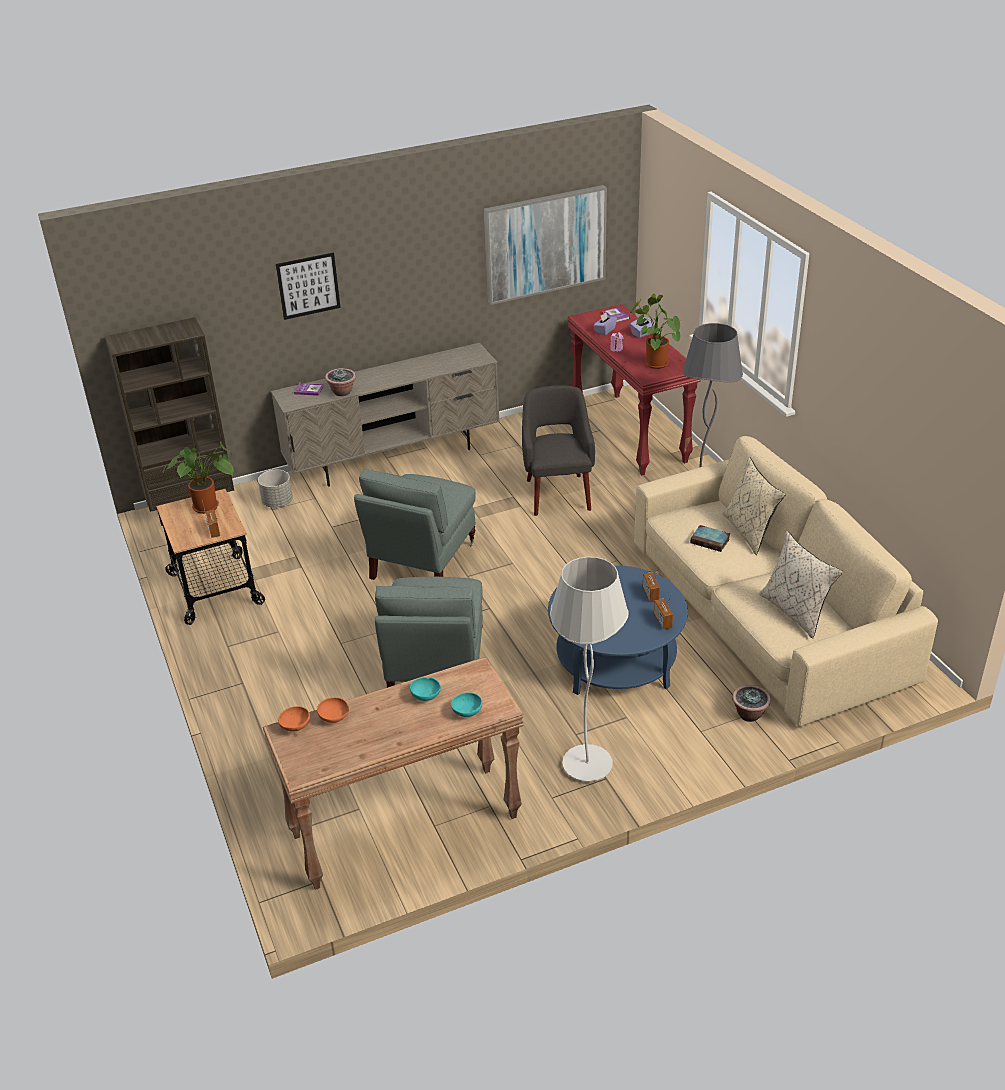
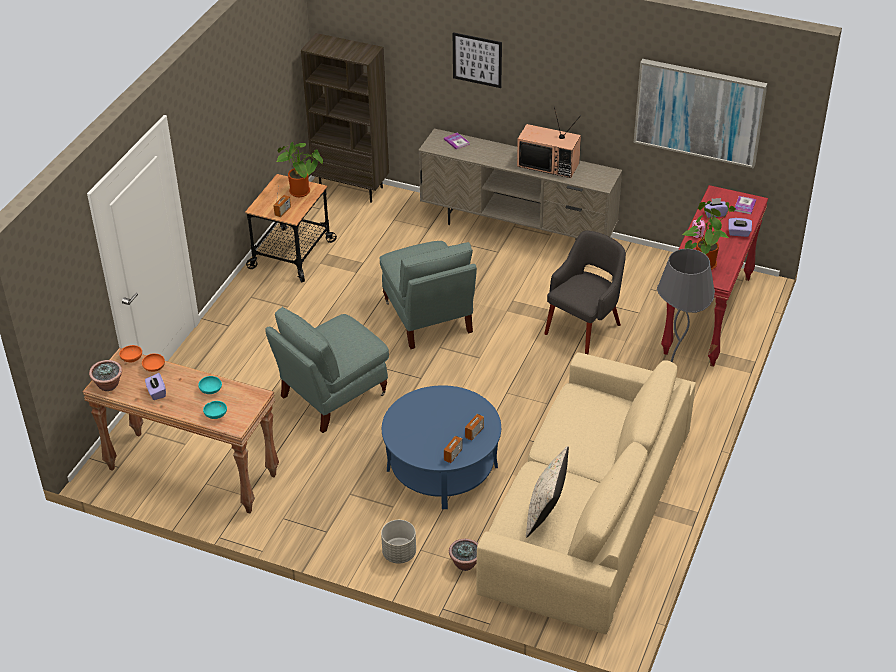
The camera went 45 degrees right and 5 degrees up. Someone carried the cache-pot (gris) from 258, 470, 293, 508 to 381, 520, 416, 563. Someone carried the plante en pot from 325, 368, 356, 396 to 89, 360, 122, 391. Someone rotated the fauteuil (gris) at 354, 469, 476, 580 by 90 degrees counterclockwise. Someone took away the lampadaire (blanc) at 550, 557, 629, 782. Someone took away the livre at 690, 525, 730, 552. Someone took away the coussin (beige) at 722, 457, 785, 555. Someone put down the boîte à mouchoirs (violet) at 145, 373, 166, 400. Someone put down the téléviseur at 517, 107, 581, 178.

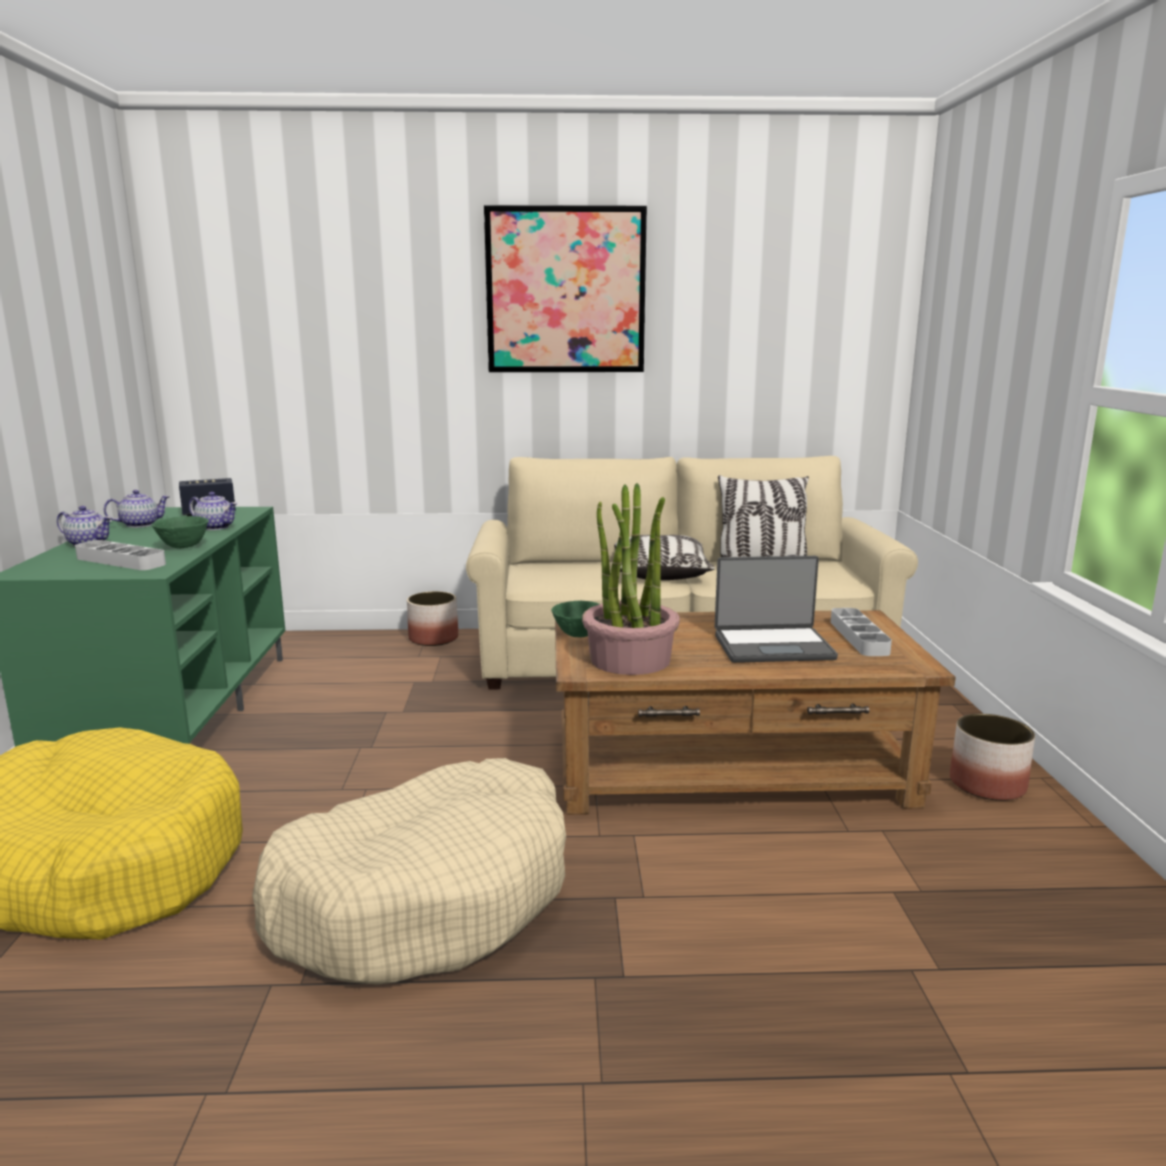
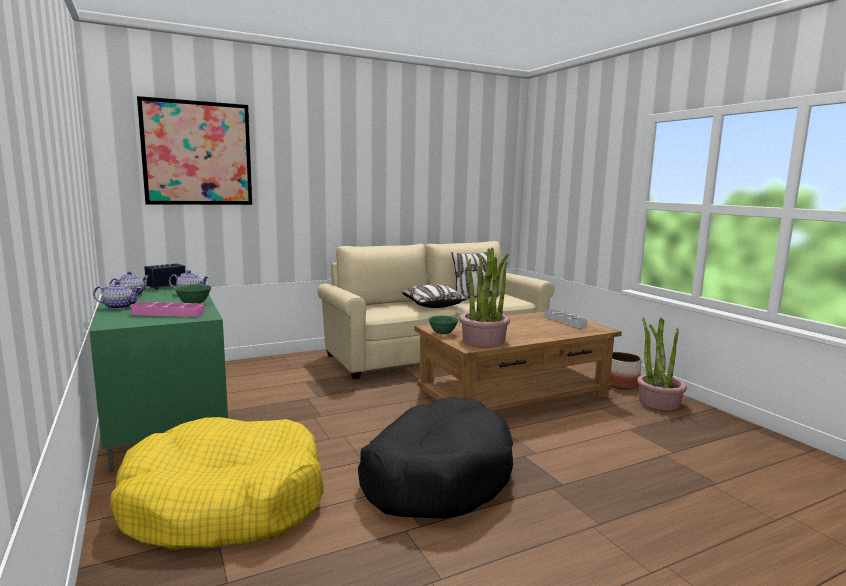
The camera went 25 degrees left and 5 degrees down. Someone repainted the plateau (gris) at 75, 540, 166, 570, which became the plateau (rose) at 131, 302, 205, 317. Someone repainted the panier pour chien (beige) at 252, 758, 566, 985, which became the panier pour chien (noir) at 358, 398, 513, 518. Someone took away the cache-pot at 407, 591, 458, 646. Someone carried the tableau from 484, 205, 647, 372 to 137, 96, 252, 205. Someone took away the ordinateur portable at 715, 556, 838, 663. Someone put down the plante en pot at 637, 317, 687, 410.

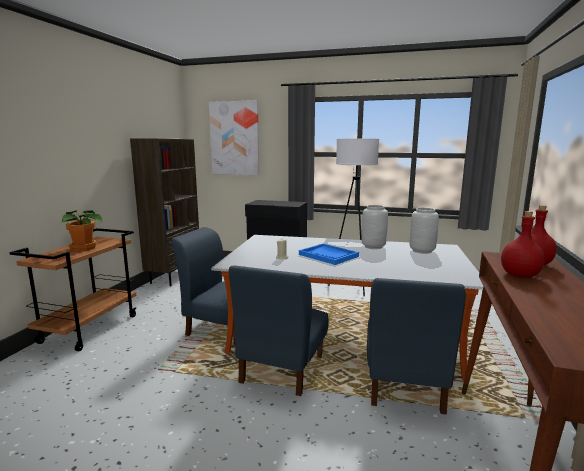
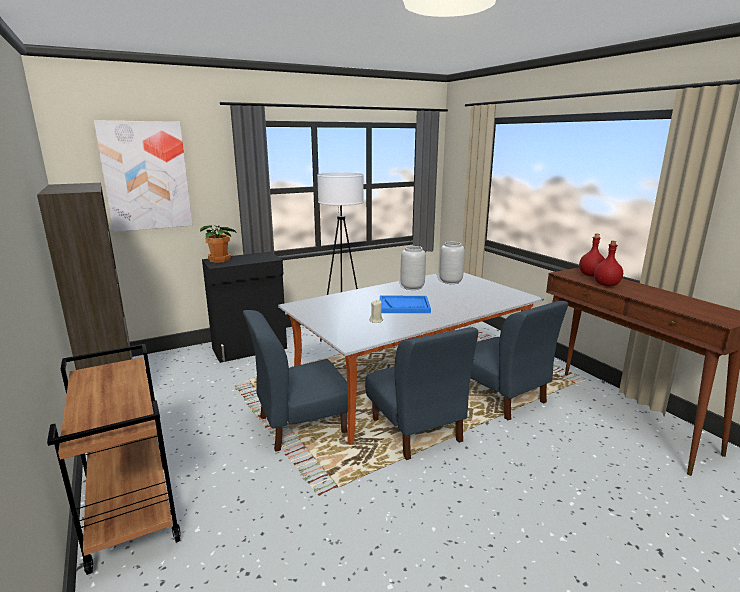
The camera went 45 degrees left and 5 degrees up. Someone carried the plante en pot from 61, 210, 103, 251 to 200, 224, 236, 263.

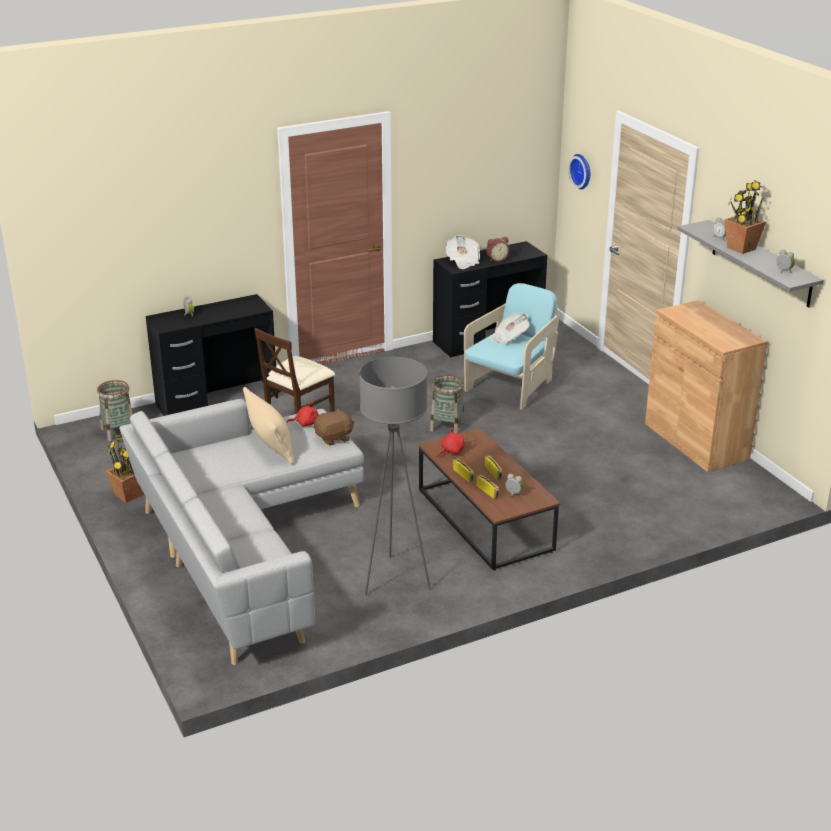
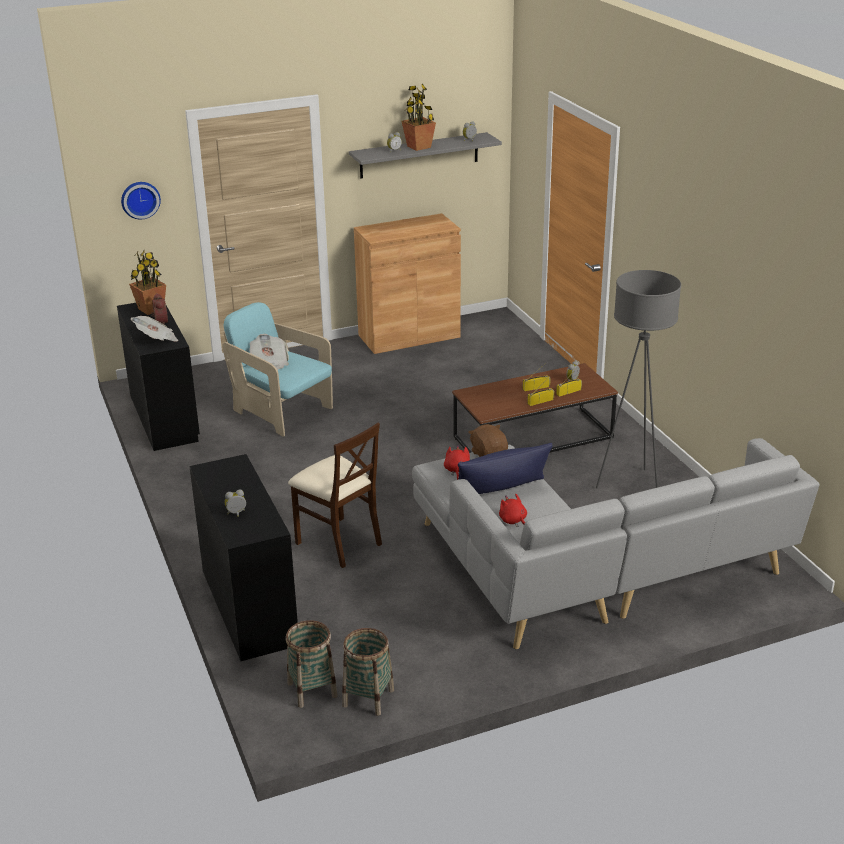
The camera went 85 degrees left and 0 degrees up. Someone carried the plante en pot from 106, 434, 143, 503 to 129, 250, 166, 315. Someone repainted the coussin (beige) at 243, 387, 293, 464, which became the coussin (bleu) at 458, 443, 553, 494. Someone carried the panier from 430, 375, 464, 433 to 342, 628, 394, 716. Someone carried the peluche (rouge) from 437, 429, 465, 457 to 499, 494, 527, 527.

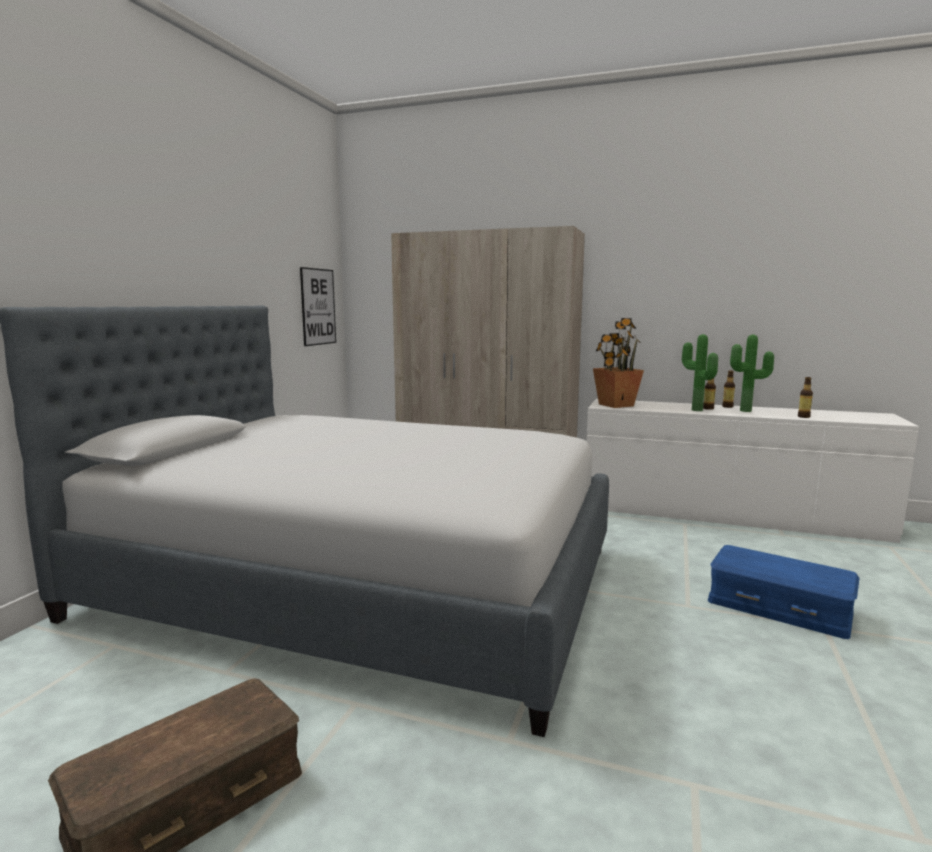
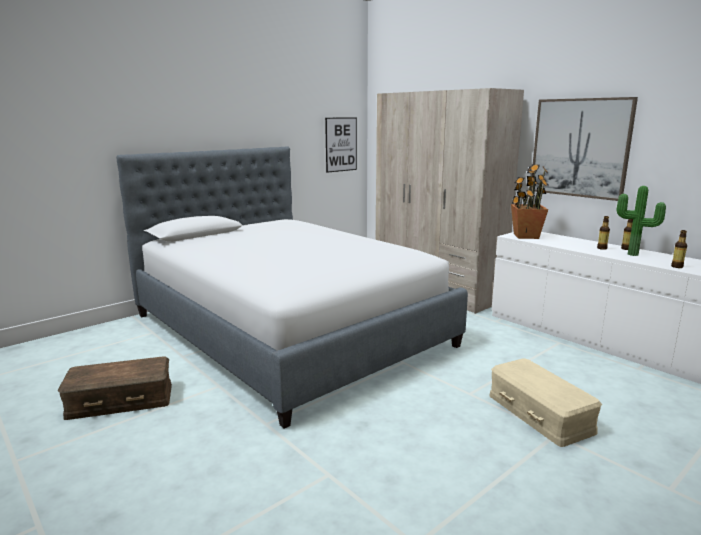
The camera went 30 degrees right and 5 degrees up. Someone took away the plante en pot at 682, 334, 718, 411. Someone repainted the boîte de rangement (bleu) at 708, 545, 859, 639, which became the boîte de rangement (beige) at 489, 358, 602, 447. Someone put up the tableau at 531, 97, 638, 201.

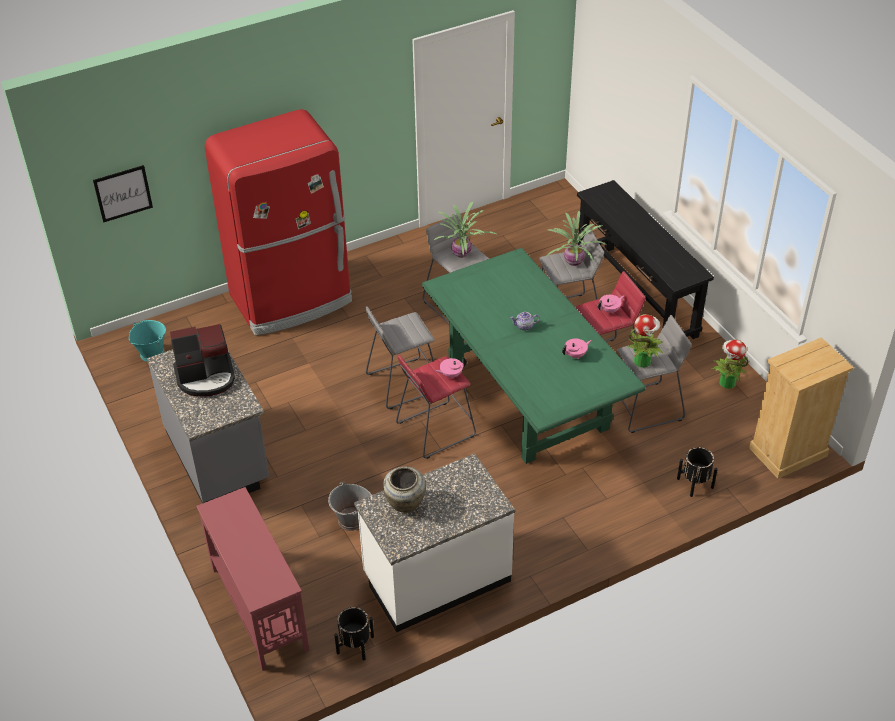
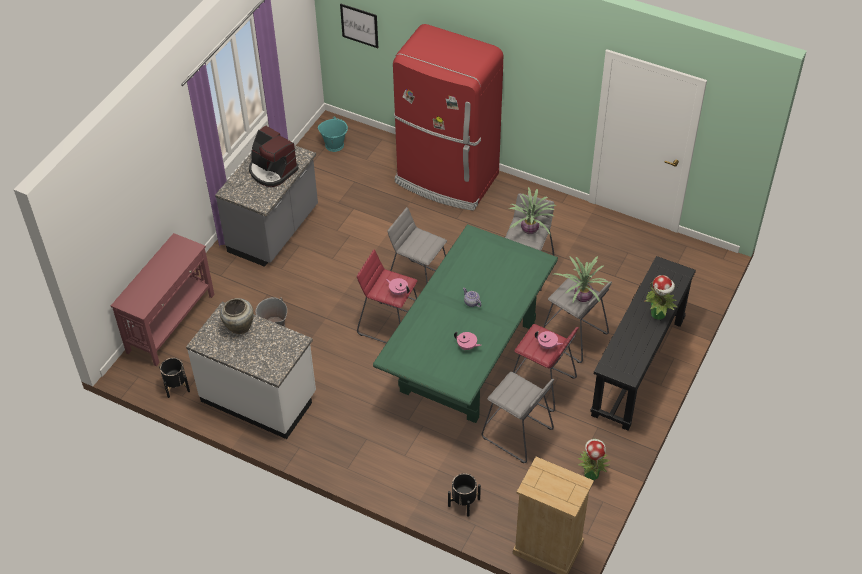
The camera went 55 degrees right and 5 degrees up. Someone carried the plante en pot from 627, 314, 663, 368 to 645, 275, 678, 320.

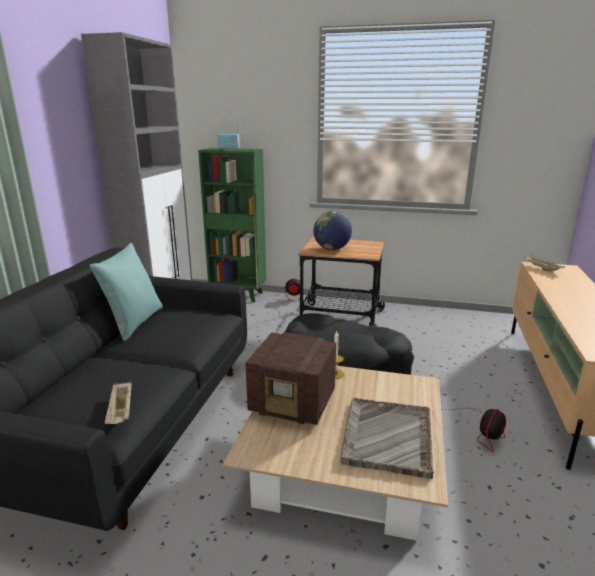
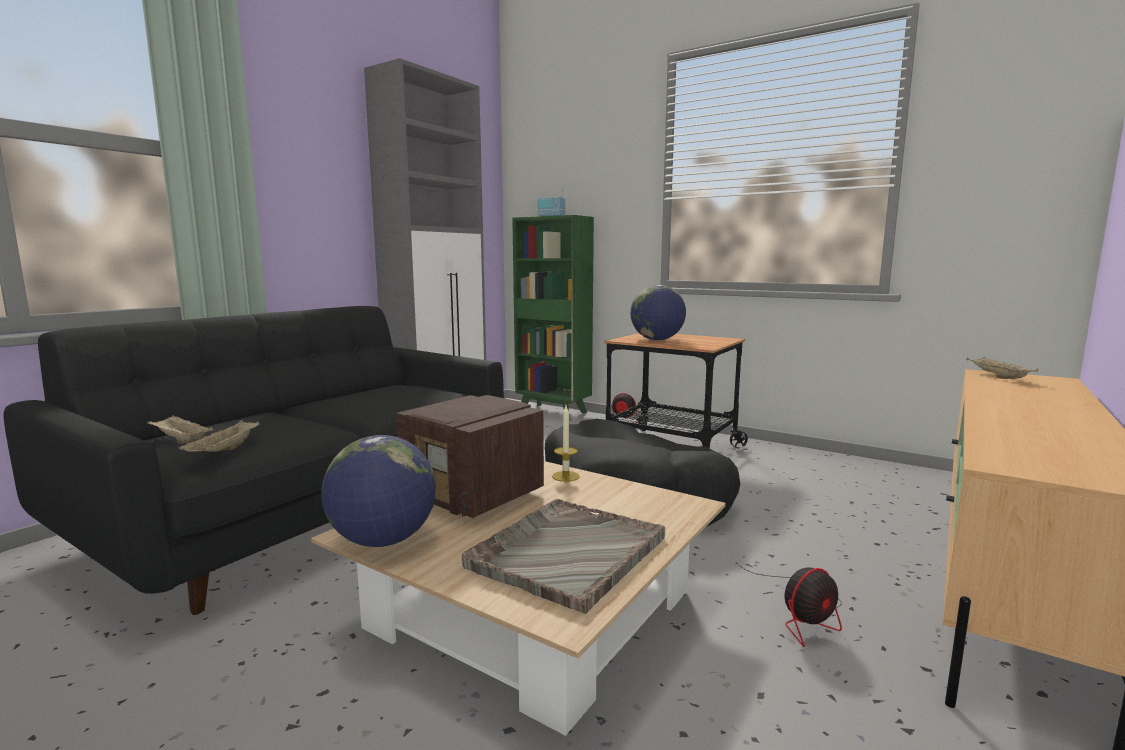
The camera went 20 degrees right and 10 degrees down. Someone took away the coussin (turquoise) at 90, 243, 163, 341. Someone put down the plateau (beige) at 147, 415, 213, 444. Someone put down the globe at 321, 435, 436, 547.

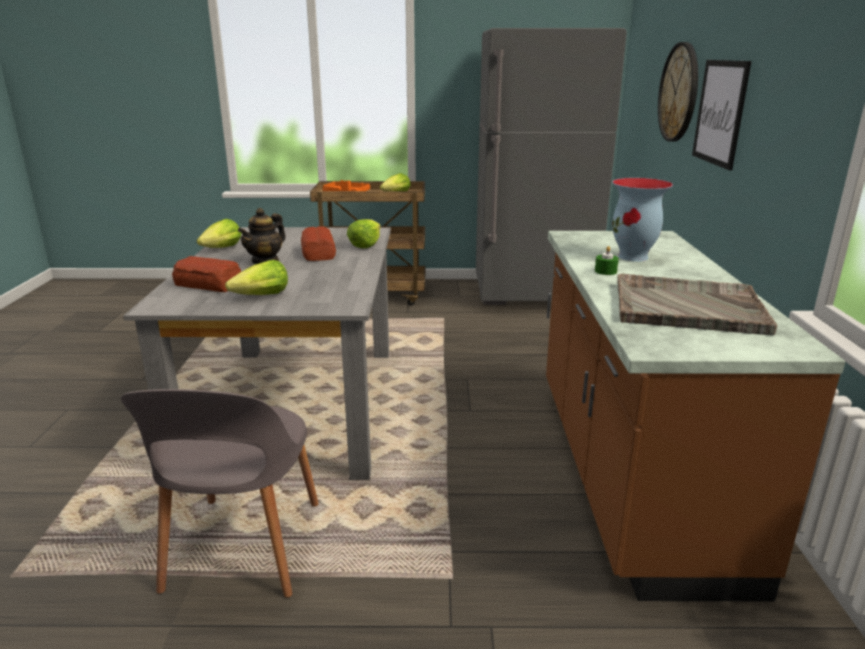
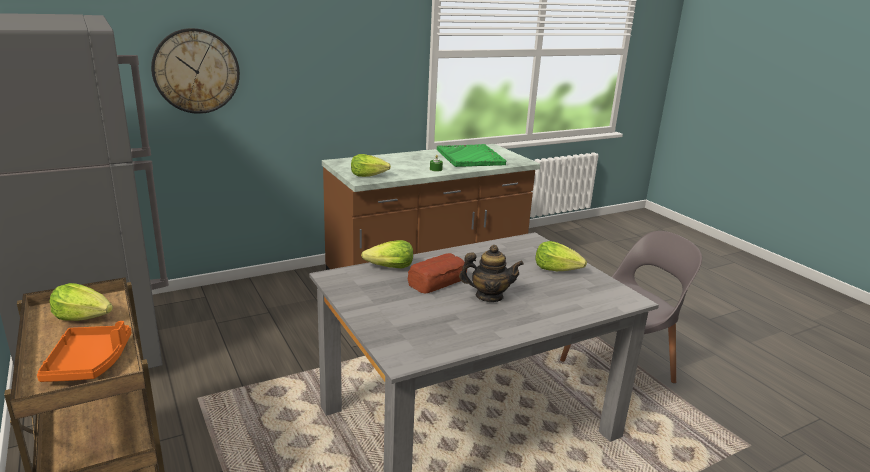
The camera went 120 degrees left and 0 degrees up. Someone took away the pain at 172, 256, 241, 292. Someone carried the laitue from 197, 219, 241, 248 to 351, 154, 391, 177. Someone took away the vase at 612, 178, 673, 262. Someone repainted the plateau (gris) at 617, 274, 777, 335, which became the plateau (vert) at 437, 144, 506, 167. Someone took away the tableau at 692, 60, 752, 170.

